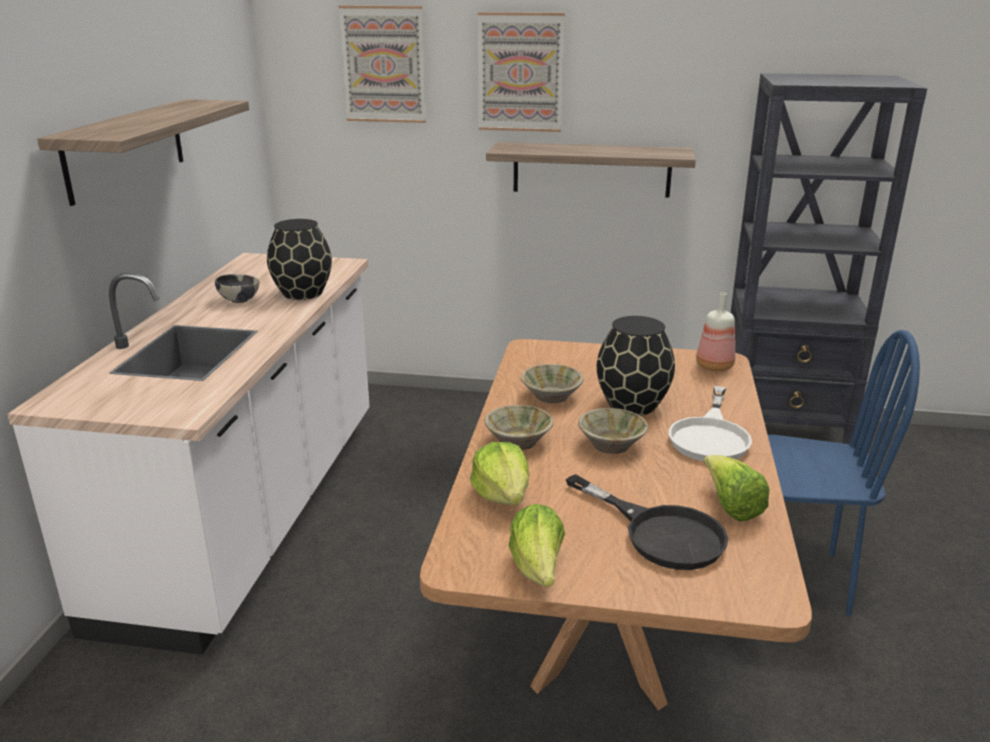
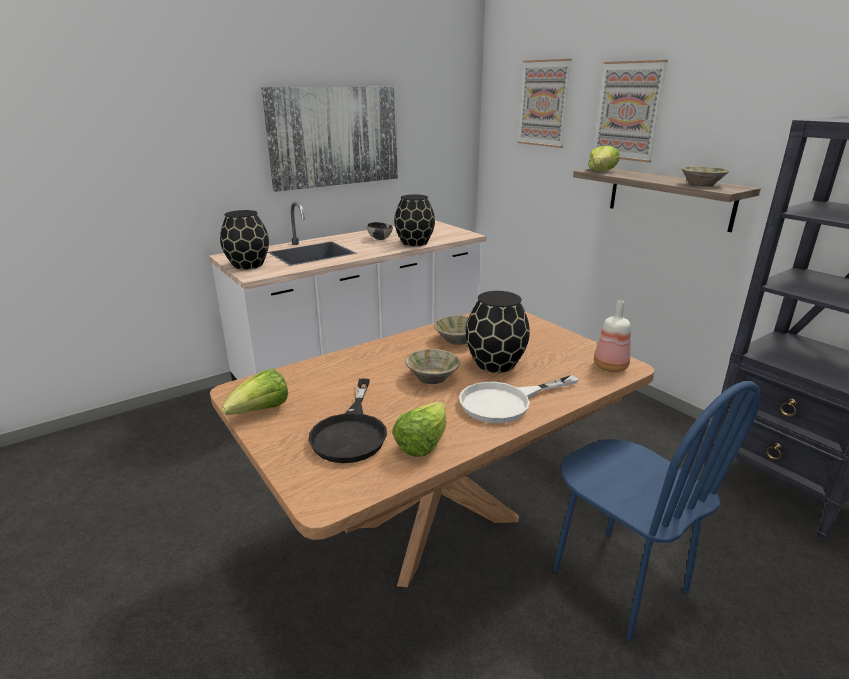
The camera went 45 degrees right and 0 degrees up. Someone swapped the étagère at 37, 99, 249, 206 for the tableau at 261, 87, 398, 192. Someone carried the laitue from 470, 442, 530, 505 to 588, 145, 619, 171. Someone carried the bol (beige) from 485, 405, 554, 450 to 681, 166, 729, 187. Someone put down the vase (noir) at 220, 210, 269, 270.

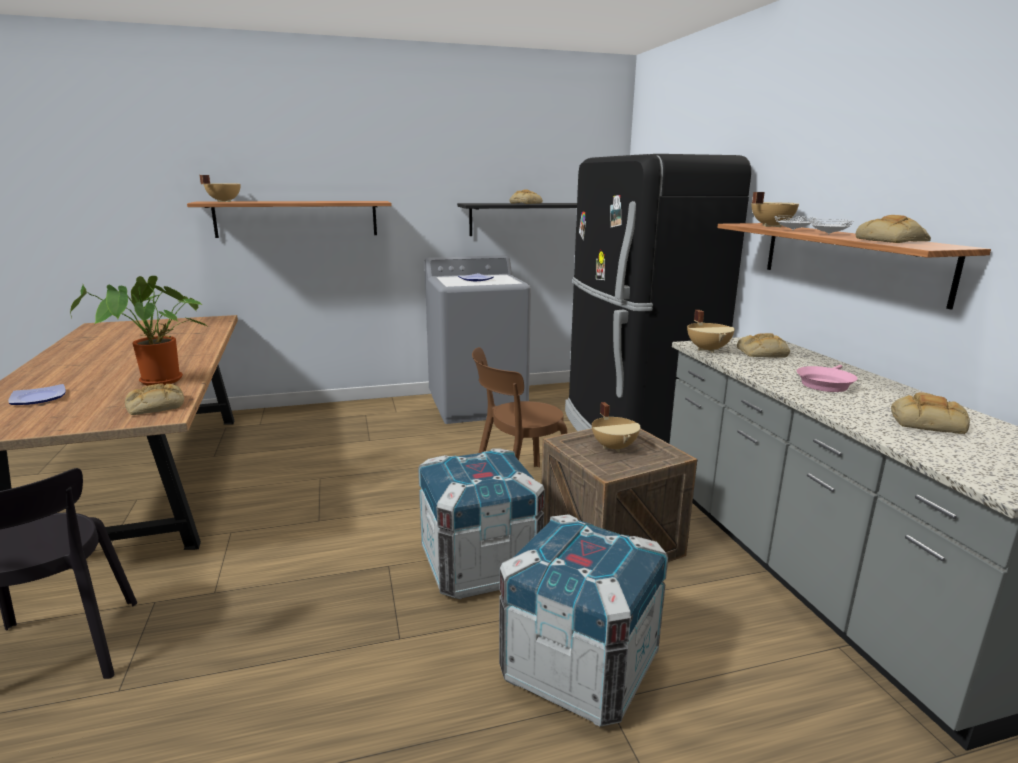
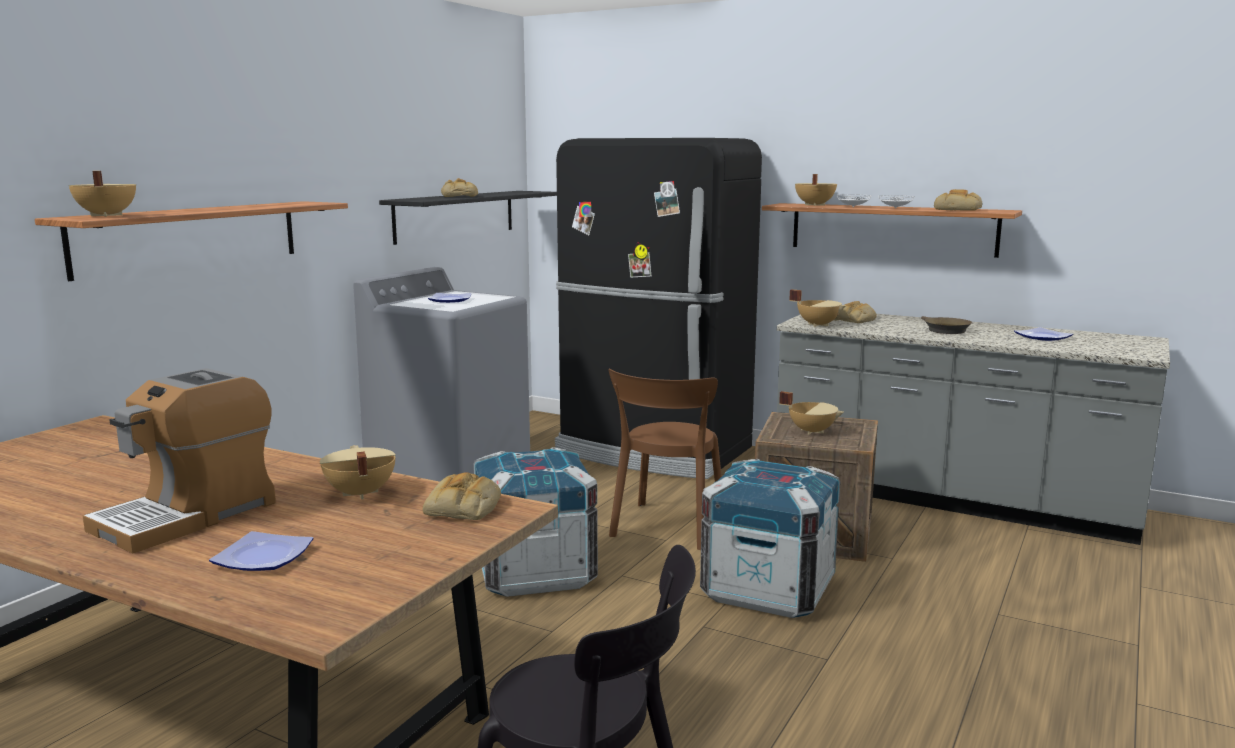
The camera went 45 degrees left and 5 degrees down. Someone swapped the plante en pot at 70, 276, 207, 386 for the marmite (beige) at 320, 445, 396, 500. Someone carried the caisse from 499, 514, 668, 727 to 473, 447, 598, 597. Someone repainted the poêle (rose) at 797, 365, 858, 392, which became the poêle (marron) at 921, 316, 972, 334. Someone swapped the pain at 891, 392, 970, 434 for the assiette at 1014, 327, 1073, 341. Someone put down the machine à café at 83, 368, 276, 554.

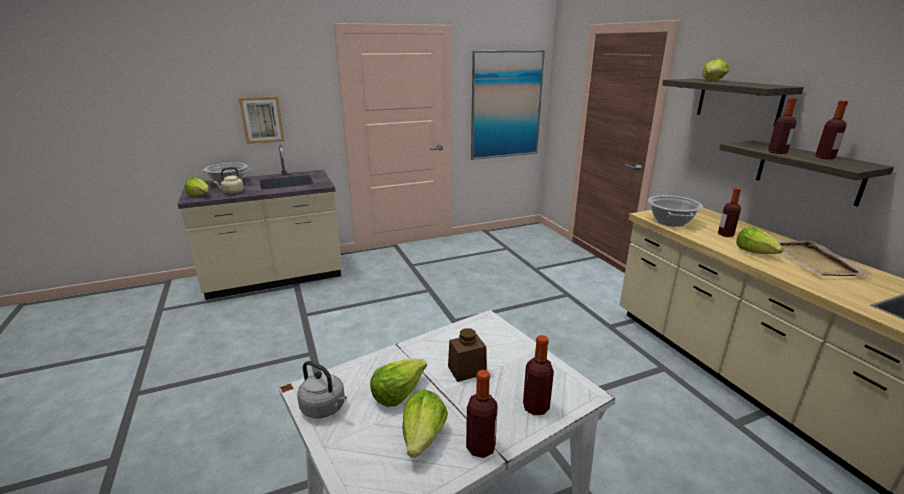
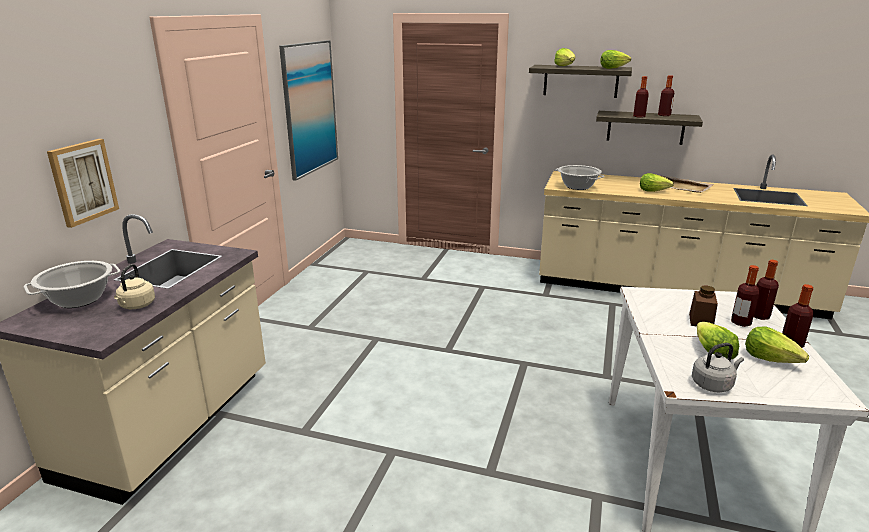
The camera went 50 degrees left and 0 degrees up. Someone carried the laitue from 185, 177, 209, 196 to 600, 50, 631, 69. Someone carried the bouteille from 718, 188, 741, 237 to 731, 265, 759, 327.

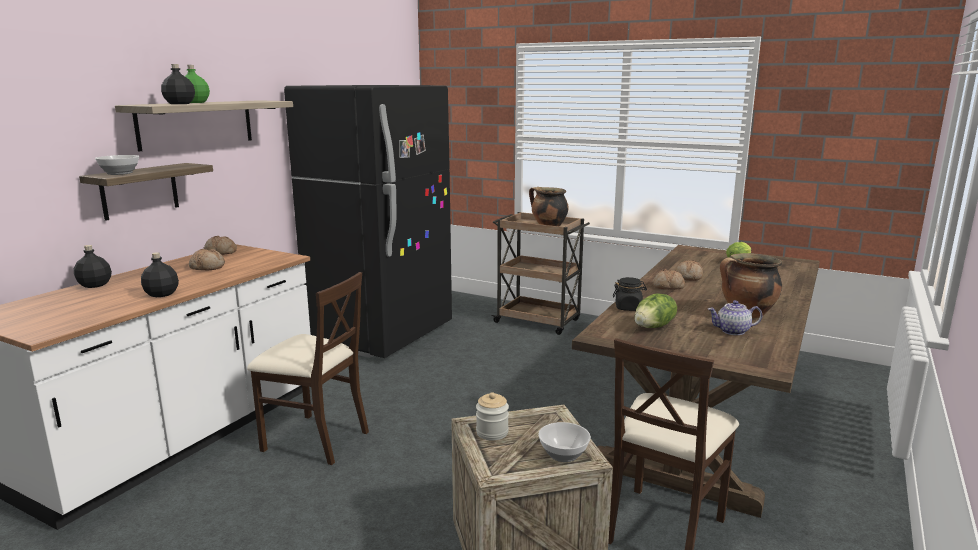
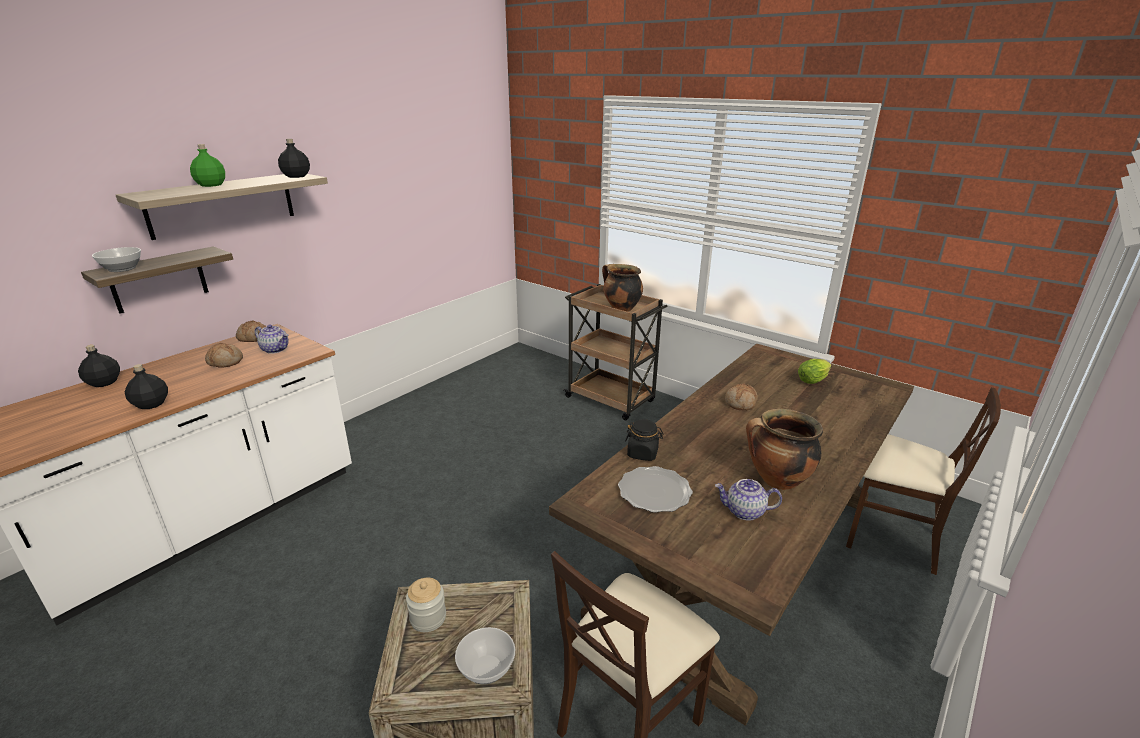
The camera went 10 degrees right and 10 degrees up. Someone carried the bouteille (noir) from 161, 64, 195, 104 to 278, 139, 310, 178. Someone carried the chaise (beige) from 247, 272, 369, 465 to 846, 387, 1001, 575. Someone took away the réfrigérateur (noir) at 284, 85, 452, 358. Someone swapped the laitue at 634, 293, 677, 328 for the assiette at 618, 466, 693, 513. Someone took away the pain at 653, 269, 685, 290. Someone put down the théière at 255, 325, 289, 354.

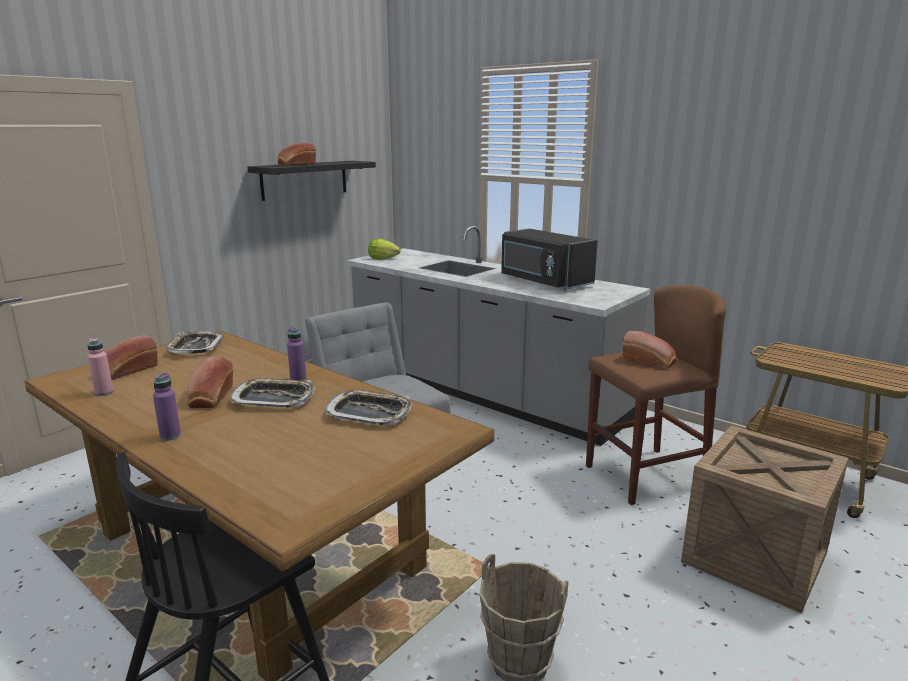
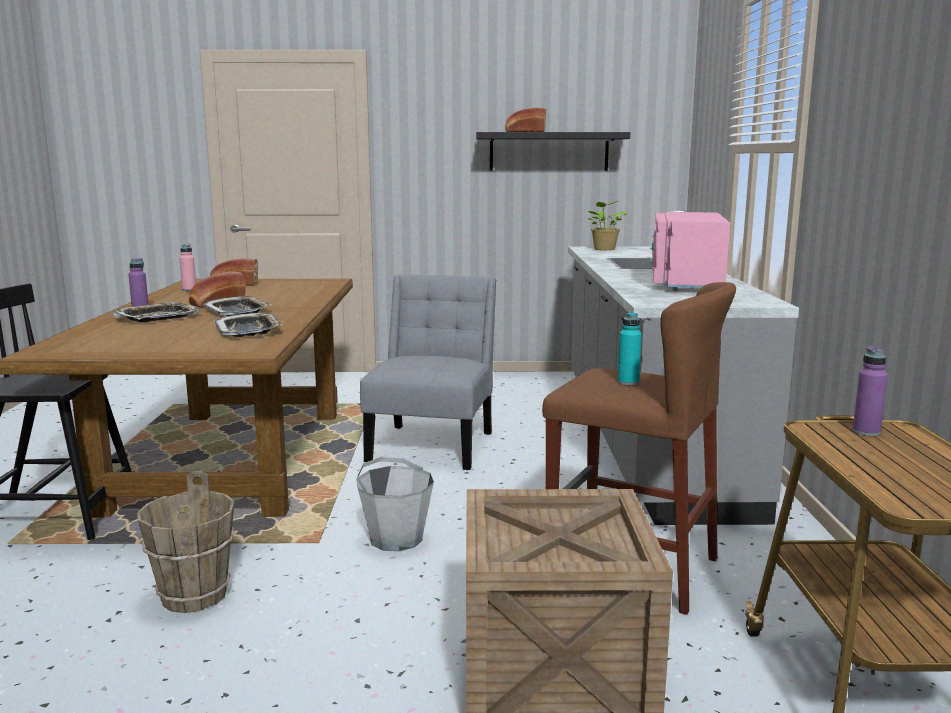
The camera went 50 degrees right and 5 degrees down. Someone carried the plateau from 165, 331, 224, 354 to 113, 302, 199, 322. Someone carried the bouteille (violet) from 287, 327, 307, 381 to 852, 346, 888, 436. Someone swapped the laitue at 368, 239, 401, 260 for the plante en pot at 588, 201, 627, 250. Someone repainted the micro-ondes (noir) at 501, 229, 598, 290, which became the micro-ondes (rose) at 650, 212, 730, 291. Someone swapped the pain at 623, 331, 677, 369 for the bouteille (turquoise) at 618, 312, 641, 385. Someone put down the seau (gris) at 356, 457, 434, 551.

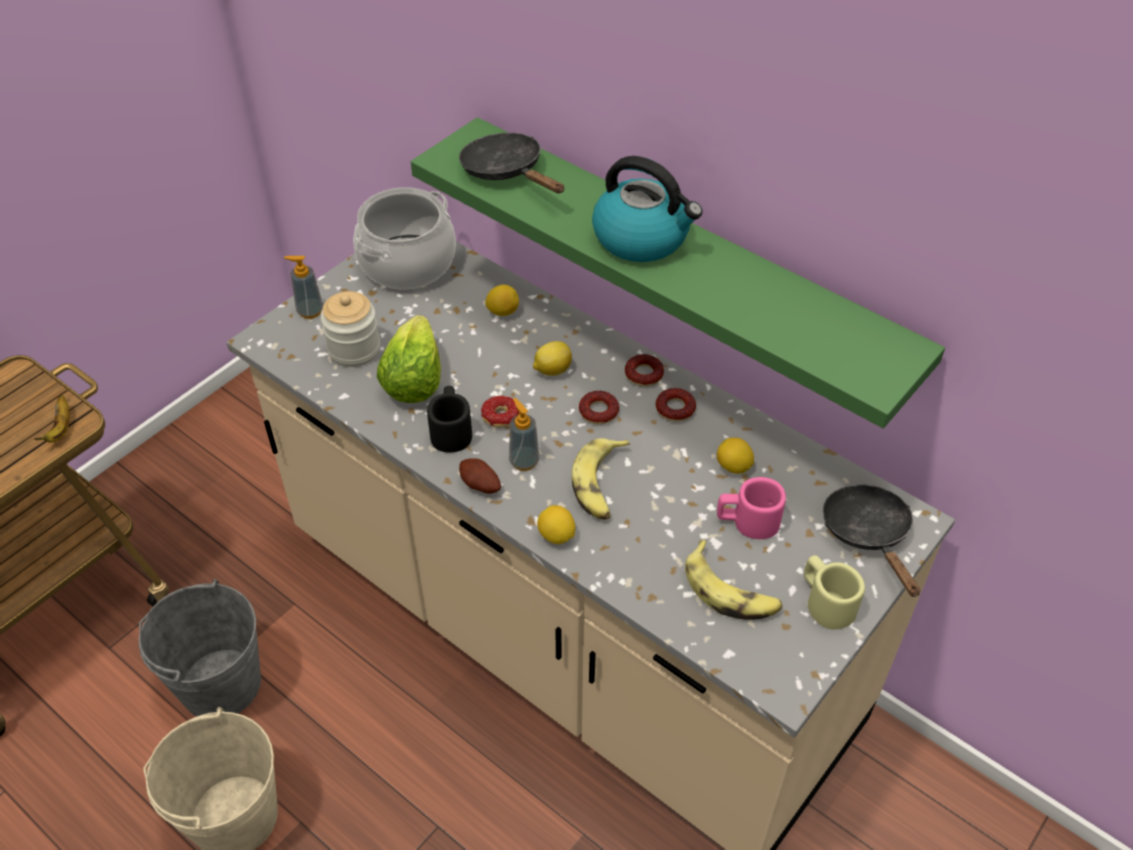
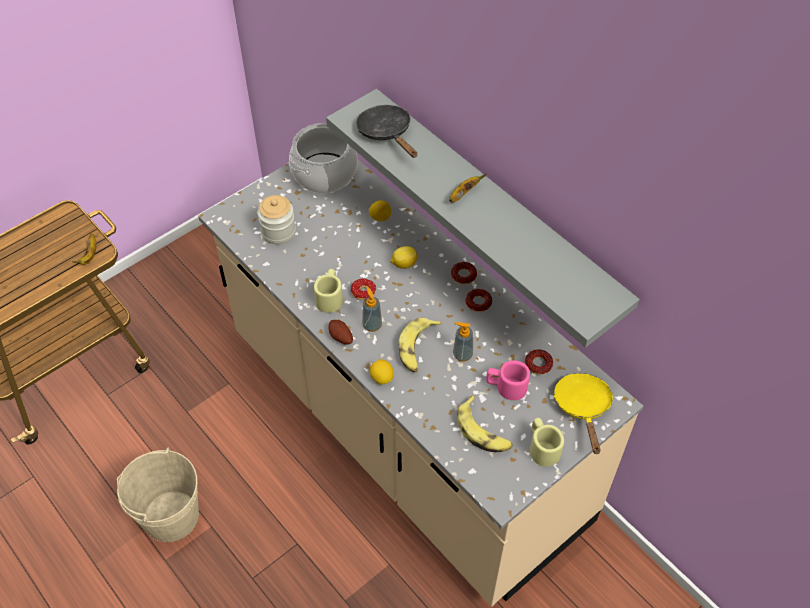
The camera went 10 degrees right and 5 degrees up. Someone took away the seau (gris) at 139, 579, 261, 716. Someone carried the distributeur de savon from 284, 256, 323, 319 to 453, 322, 473, 362. Someone took away the laitue at 377, 315, 441, 403. Someone repainted the étagère (vert) at 411, 117, 945, 428, which became the étagère (gris) at 326, 89, 640, 348. Someone repainted the mug (noir) at 427, 386, 472, 453, which became the mug (beige) at 314, 269, 343, 313. Someone carried the beignet from 579, 391, 619, 425 to 525, 349, 553, 375. Someone swapped the bouilloire at 592, 156, 703, 262 for the banane at 449, 173, 487, 202. Someone took away the citron at 717, 438, 754, 474. Someone repainted the poêle (noir) at 823, 484, 920, 597, which became the poêle (jaune) at 554, 373, 613, 454.

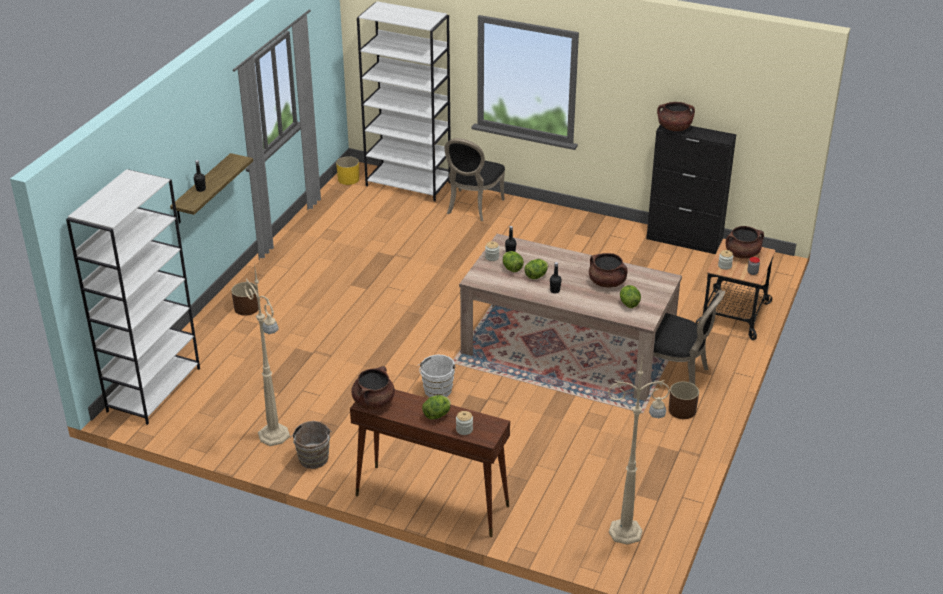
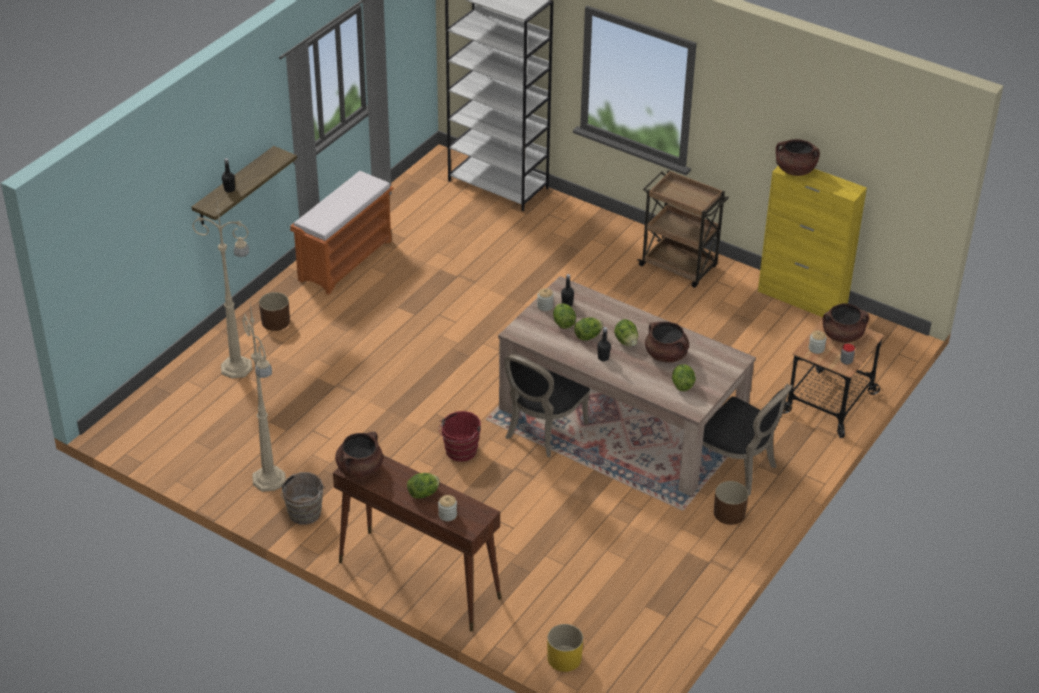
The camera went 10 degrees right and 5 degrees up. Someone took away the bibliothèque (blanc) at 66, 169, 200, 425. Someone carried the cache-pot (jaune) from 336, 156, 359, 185 to 547, 624, 583, 672. Someone repainted the seau (blanc) at 419, 355, 456, 397, which became the seau (rouge) at 439, 411, 481, 462. Someone carried the chaise (noir) from 445, 138, 505, 221 to 504, 354, 590, 457. Someone carried the lampadaire (beige) from 608, 353, 670, 545 to 192, 195, 252, 378. Someone repainted the meuble de rangement (noir) at 646, 124, 737, 254, which became the meuble de rangement (jaune) at 758, 166, 867, 317. Someone put down the banc (orange) at 290, 171, 393, 295. Someone put down the laitue at 614, 319, 638, 347. Someone put down the chariot (marron) at 637, 170, 729, 288.

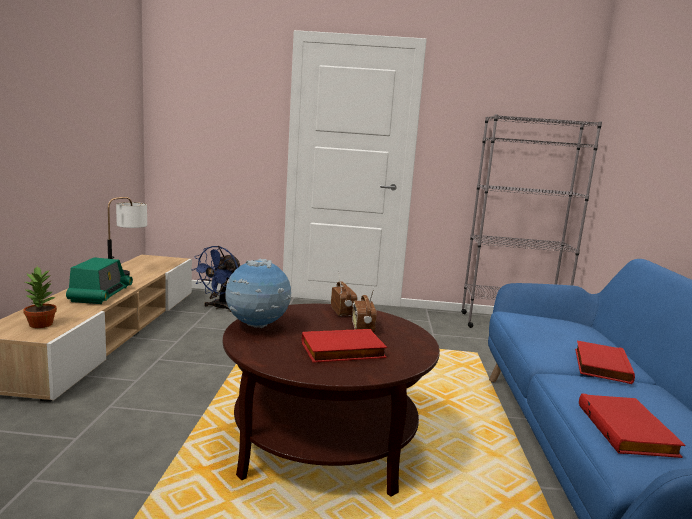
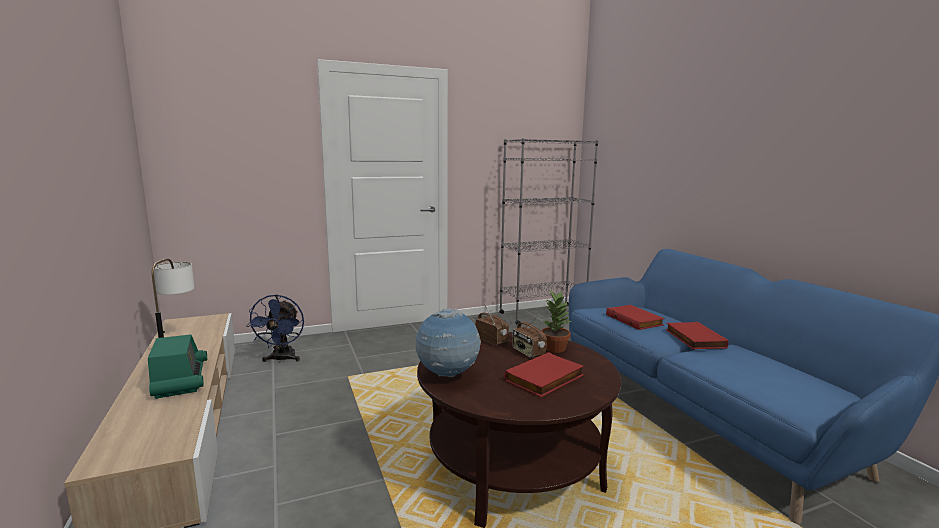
The camera went 25 degrees left and 0 degrees up. Someone carried the plante en pot from 23, 266, 57, 328 to 541, 290, 572, 353. Someone carried the livre (rouge) from 579, 393, 685, 458 to 606, 305, 665, 330.

